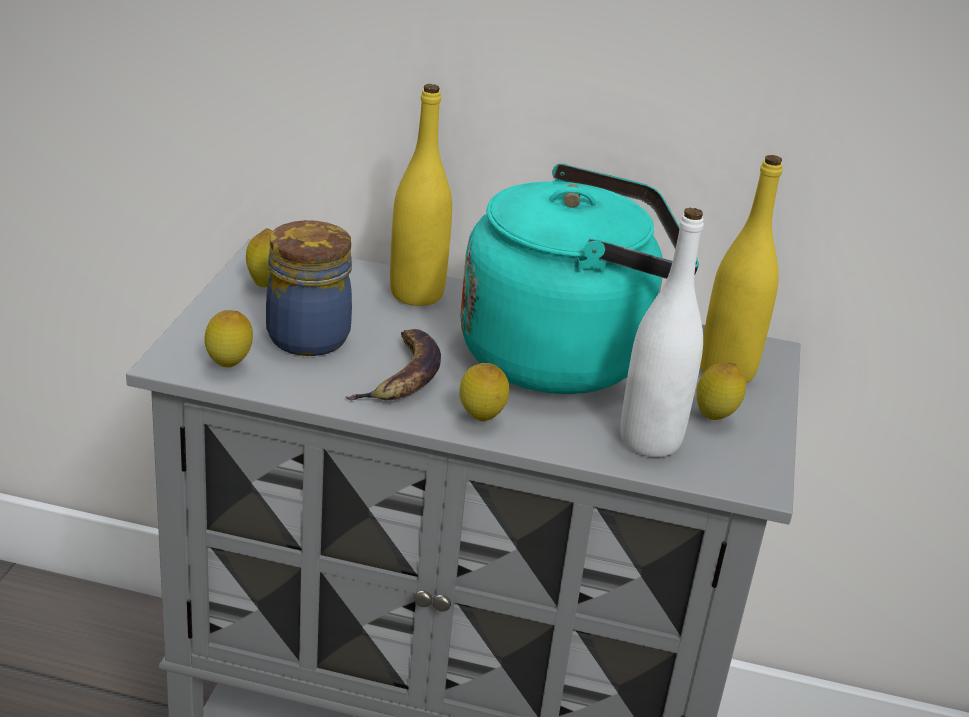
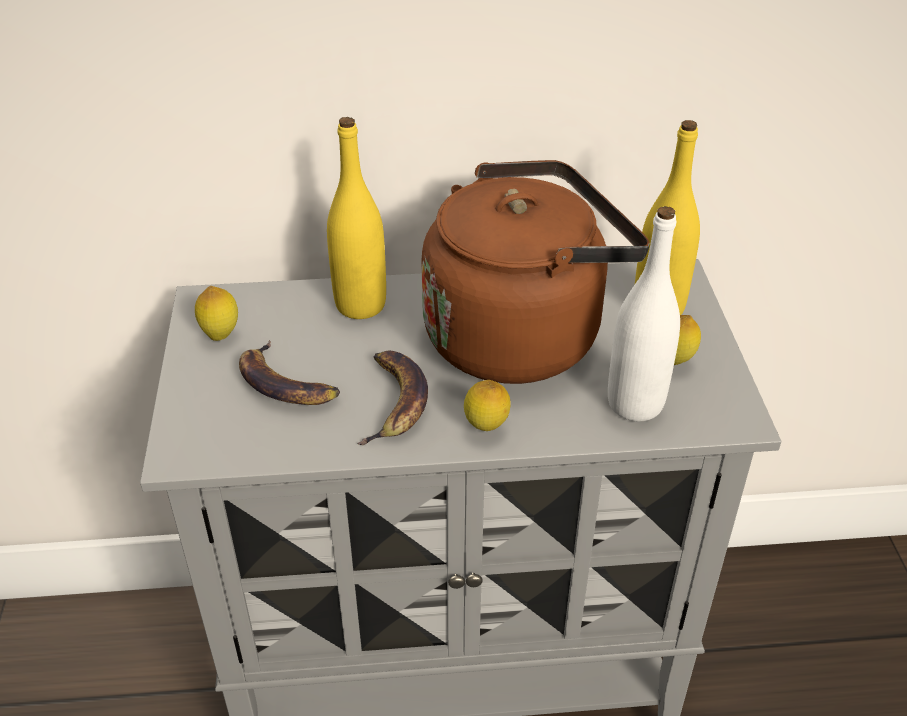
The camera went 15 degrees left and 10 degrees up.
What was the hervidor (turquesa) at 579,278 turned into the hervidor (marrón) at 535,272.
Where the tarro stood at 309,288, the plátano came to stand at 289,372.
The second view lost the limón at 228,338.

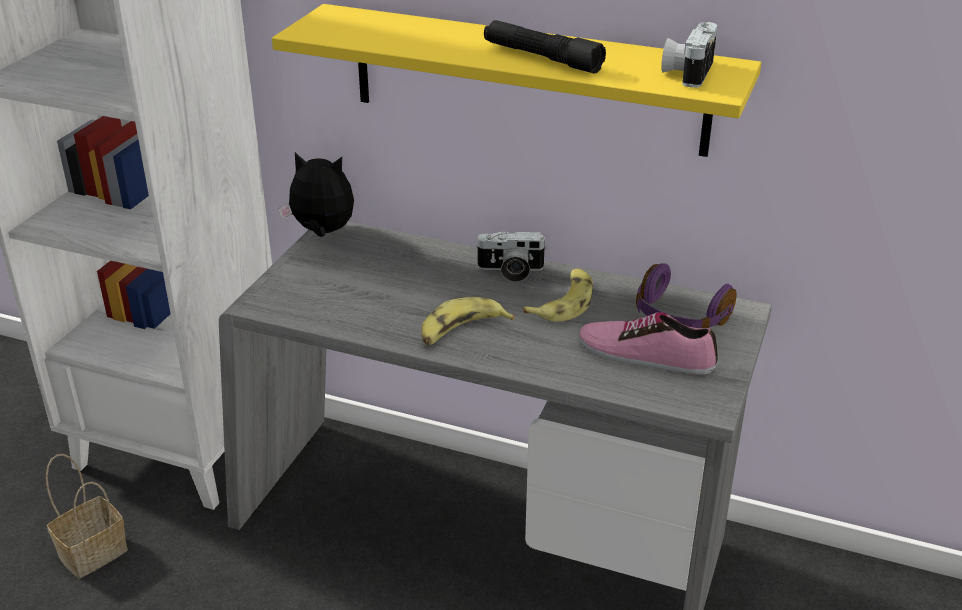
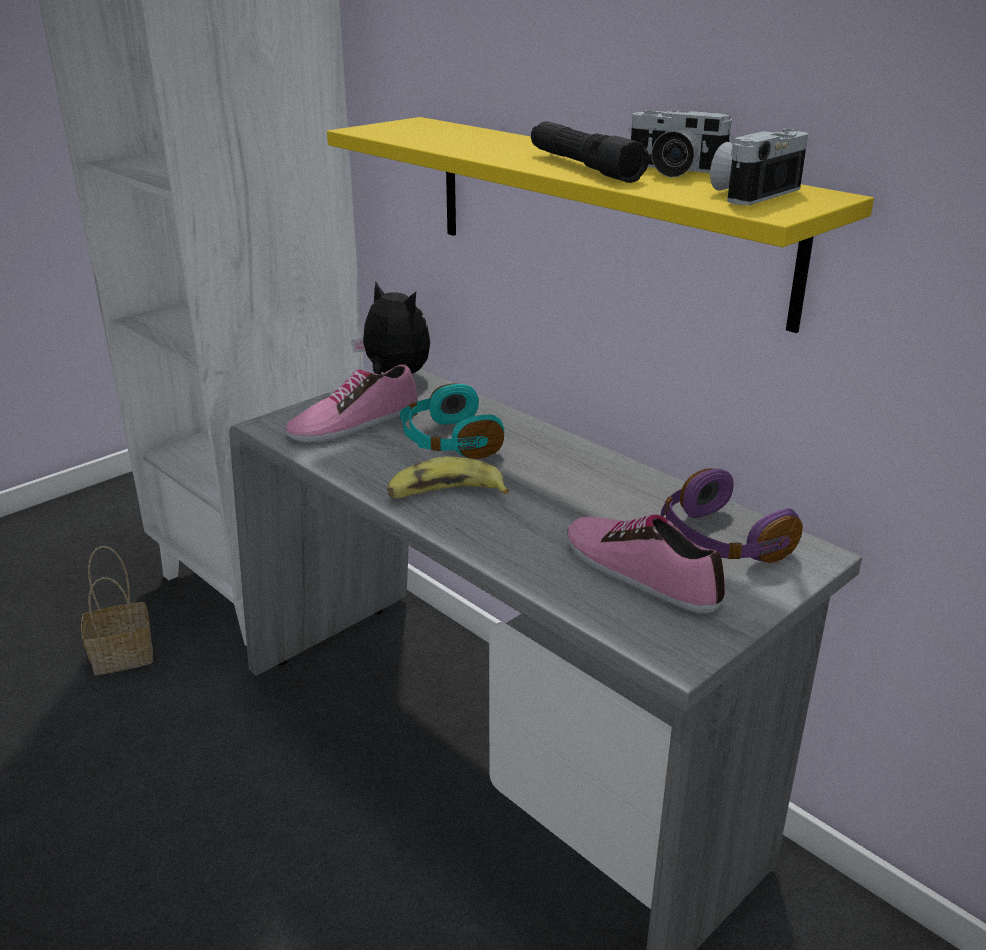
The camera went 25 degrees right and 5 degrees down.
The cámara ended up elsewhere, having gone from 511,256 to 680,143.
The second view lost the plátano at 558,295.
The second view gained the zapato at 352,403.
The second view gained the auriculares (turquesa) at 452,421.

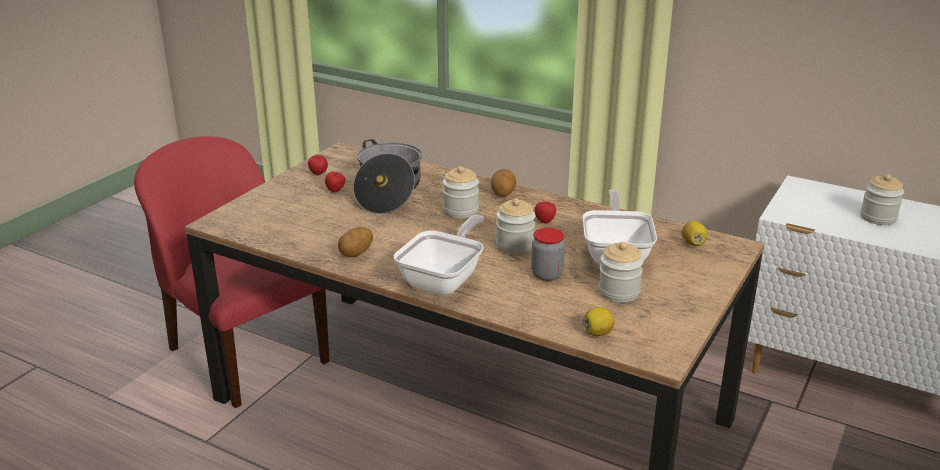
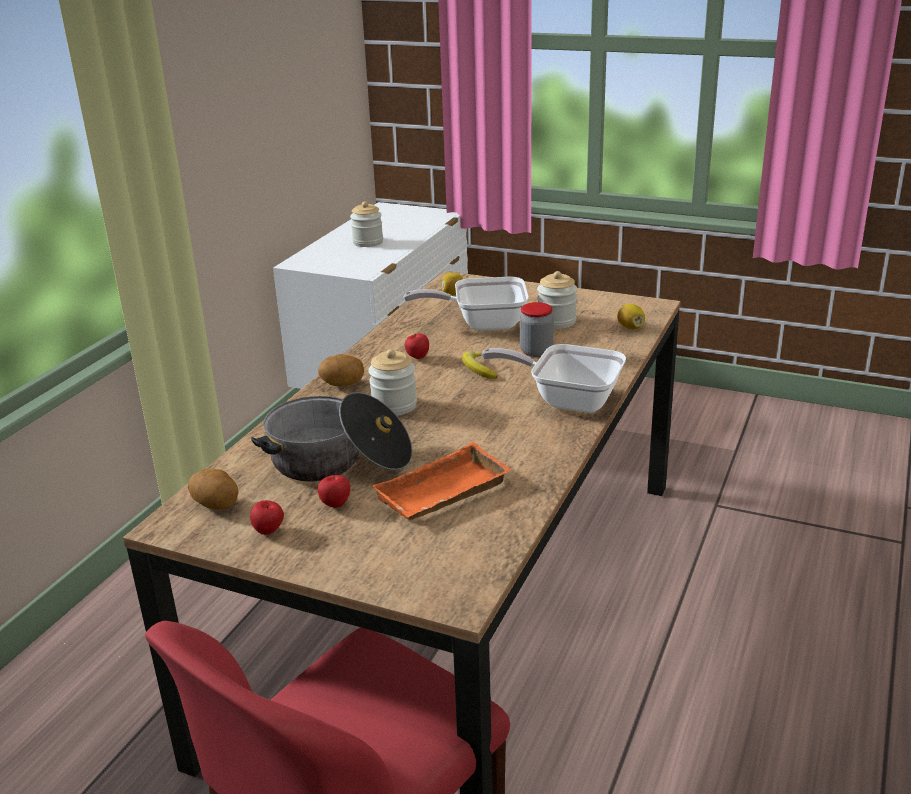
The camera went 95 degrees left and 0 degrees up.
Where the tarro stood at 515,226, the plátano came to stand at 480,365.
The patata ended up elsewhere, having gone from 355,242 to 213,489.
The second view gained the bandeja (naranja) at 442,481.

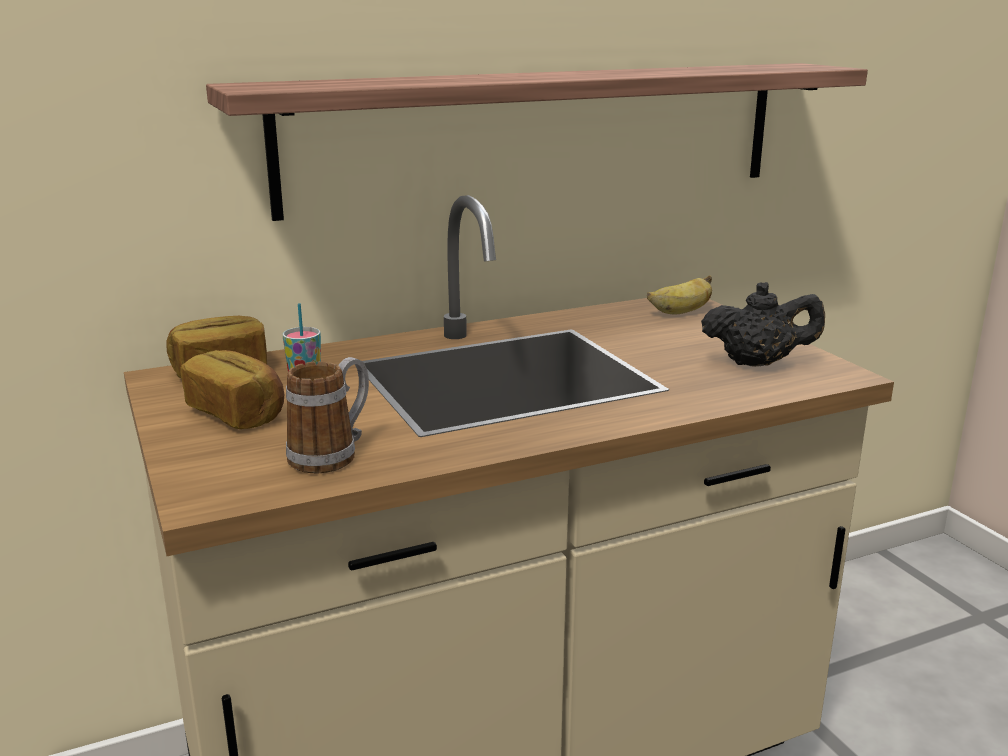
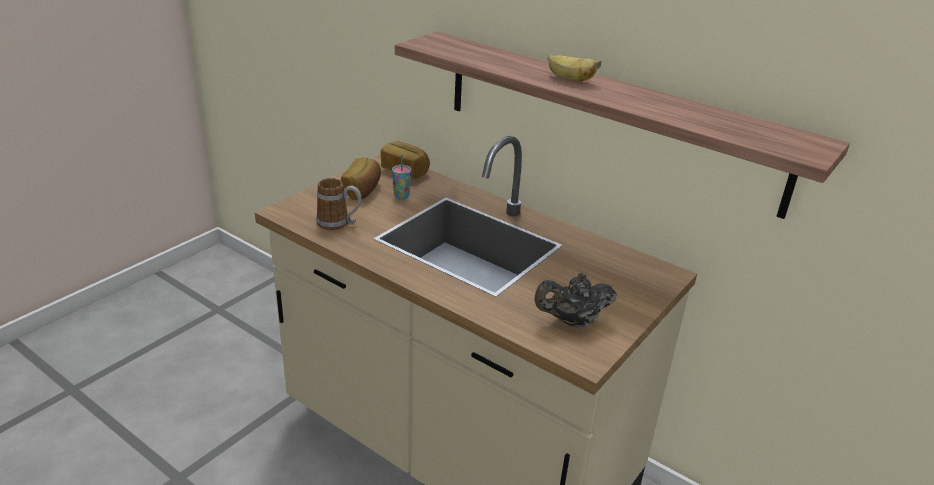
The camera went 60 degrees right and 10 degrees up.
The plátano ended up elsewhere, having gone from 679,295 to 574,67.
The tetera (negro) at 763,324 ended up facing another way, 105 degrees clockwise from before.

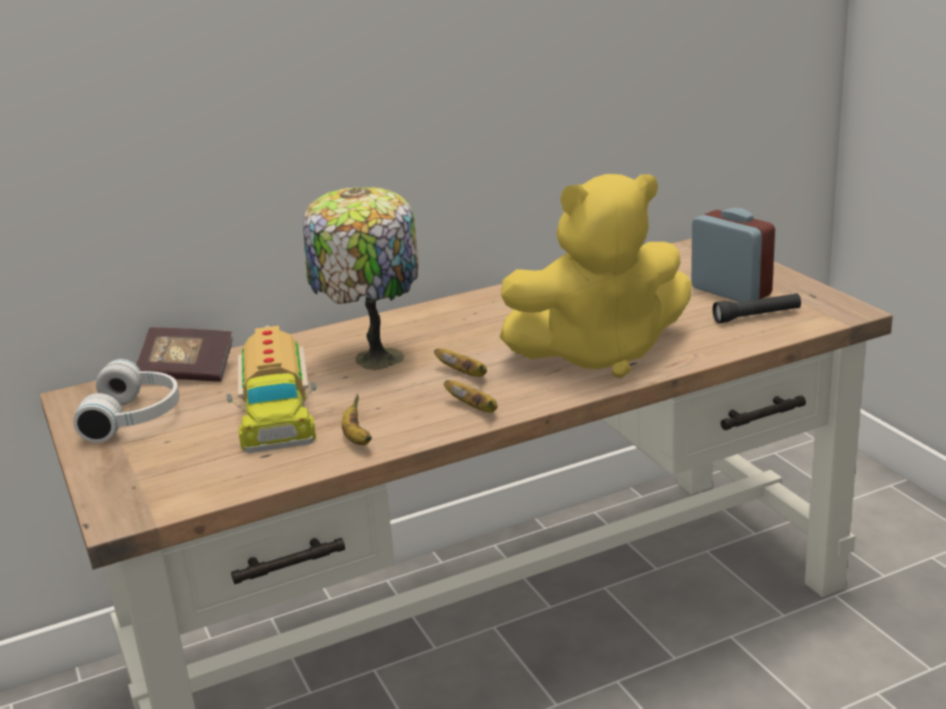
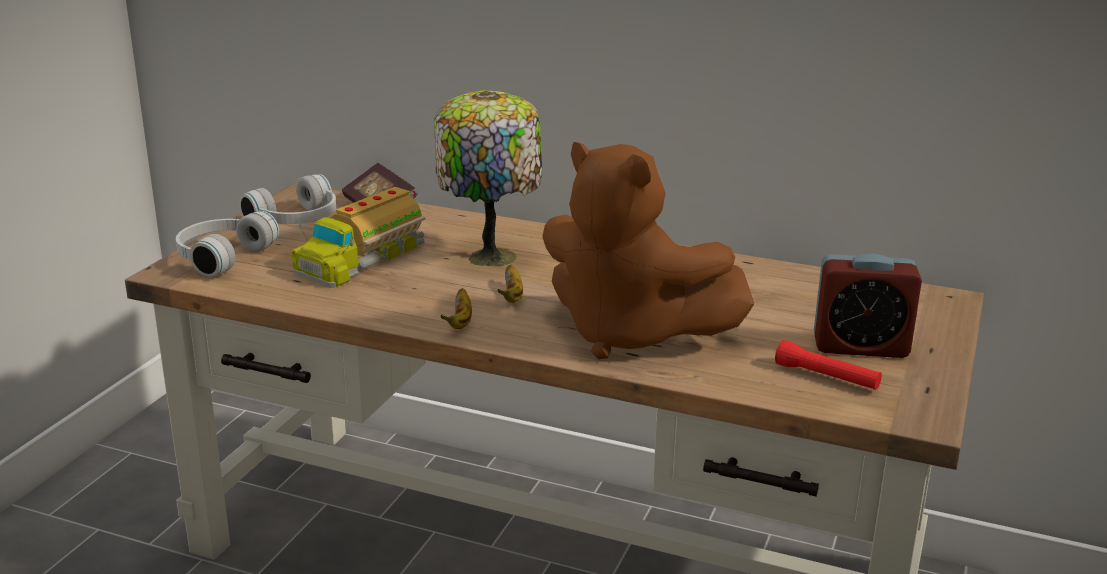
The camera went 45 degrees right and 0 degrees up.
What was the peluche (amarillo) at 596,276 turned into the peluche (marrón) at 648,250.
The despertador at 733,255 ended up facing another way, 90 degrees clockwise from before.
What was the linterna (negro) at 757,308 turned into the linterna (rojo) at 828,365.
The second view lost the plátano at 357,420.
The second view gained the auriculares (blanco) at 227,244.

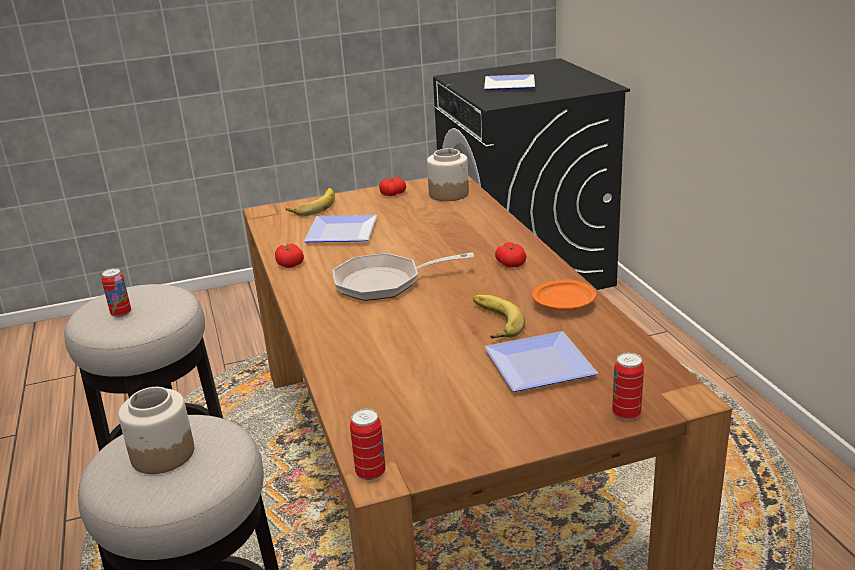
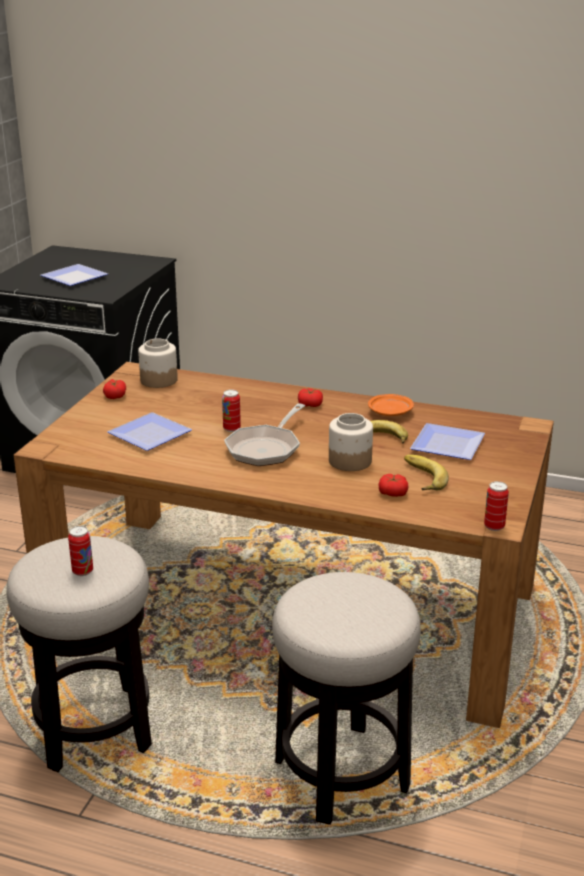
The camera went 55 degrees left and 0 degrees up.
The plátano ended up elsewhere, having gone from 310,202 to 426,472.
The tomate ended up elsewhere, having gone from 289,256 to 393,485.
The lata ended up elsewhere, having gone from 628,386 to 231,410.
The tarro ended up elsewhere, having gone from 156,430 to 351,442.

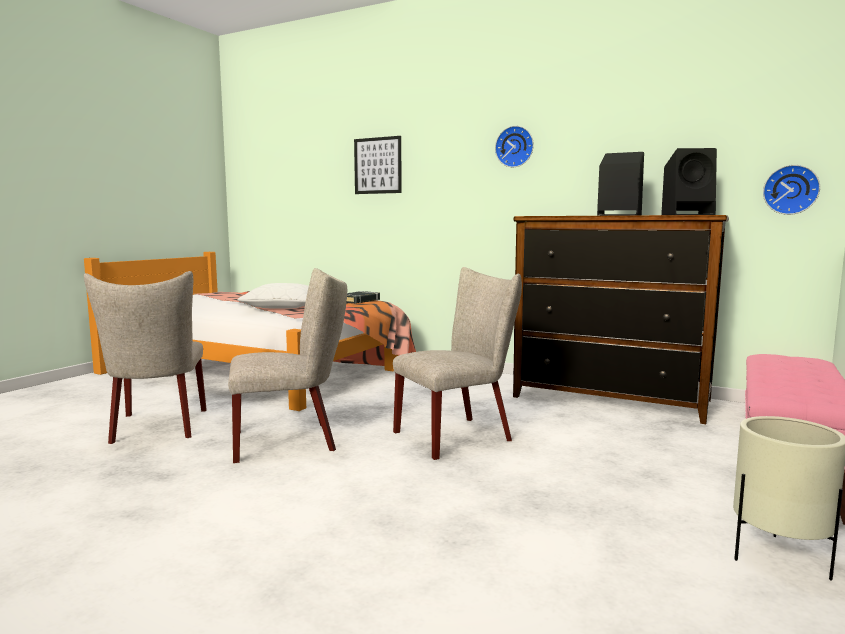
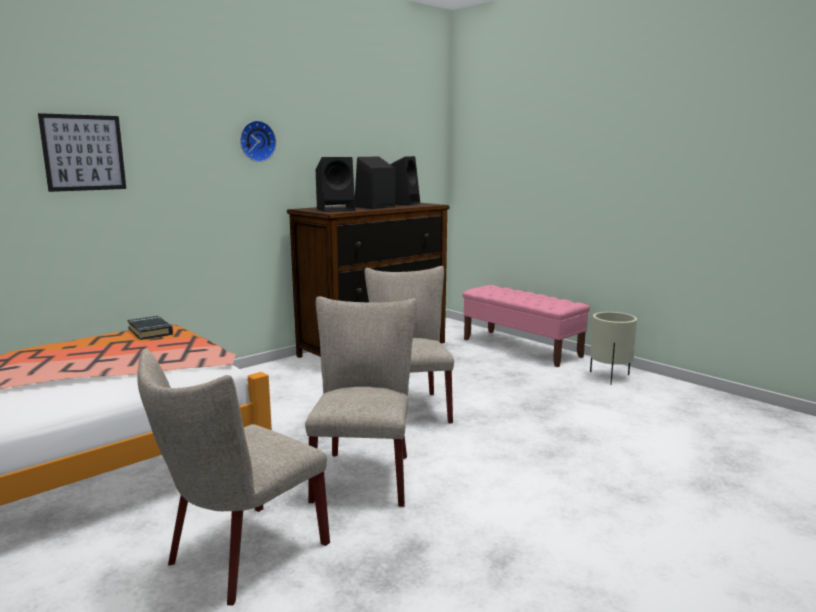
The camera went 70 degrees left and 5 degrees up.
The second view lost the reloj de pared at 791,190.
The silla (beis) at 145,357 ended up facing another way, 120 degrees clockwise from before.
The second view lost the cojín (blanco) at 273,296.
The second view gained the altavoz (negro) at 335,184.

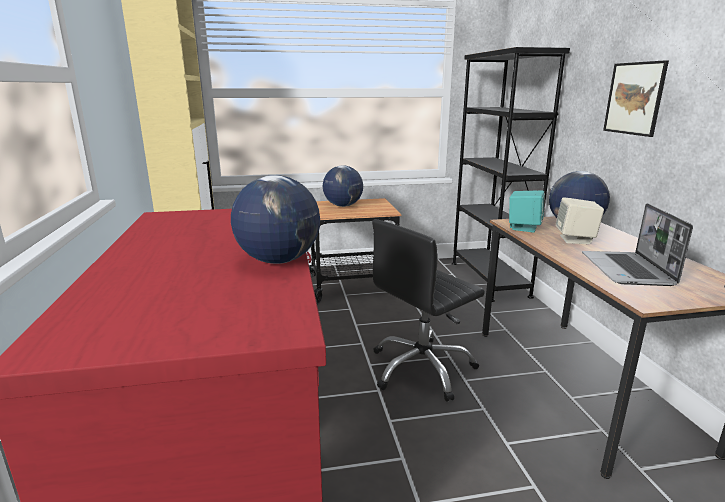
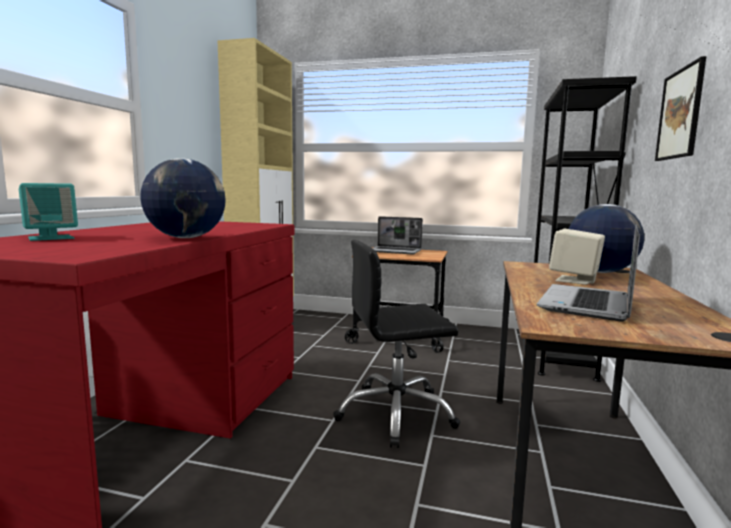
The camera went 25 degrees right and 10 degrees down.
Where the globo terráqueo stood at 343,186, the portátil came to stand at 398,235.
The altavoz (turquesa) ended up elsewhere, having gone from 527,212 to 48,212.

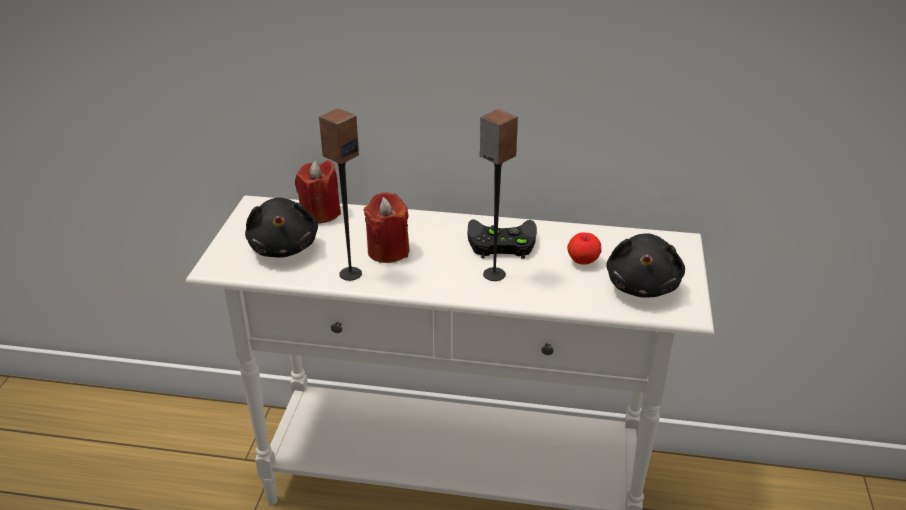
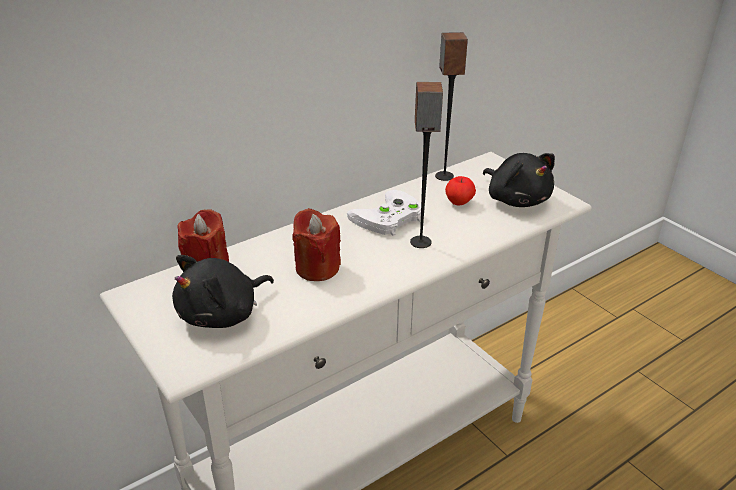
The camera went 45 degrees left and 0 degrees up.
The altavoz ended up elsewhere, having gone from 340,195 to 451,106.
The peluche (negro) at 281,227 ended up facing another way, 105 degrees clockwise from before.
What was the mando de consola (negro) at 502,239 turned into the mando de consola (blanco) at 384,213.

